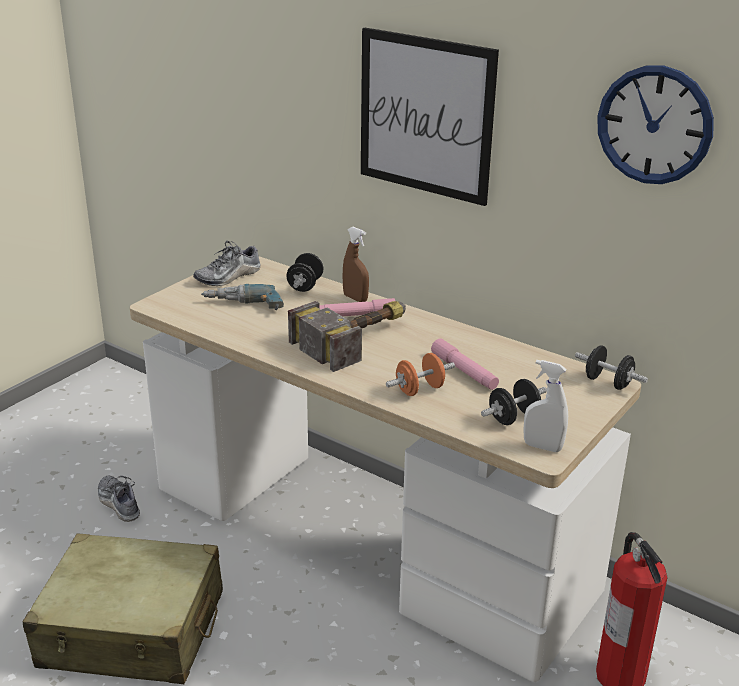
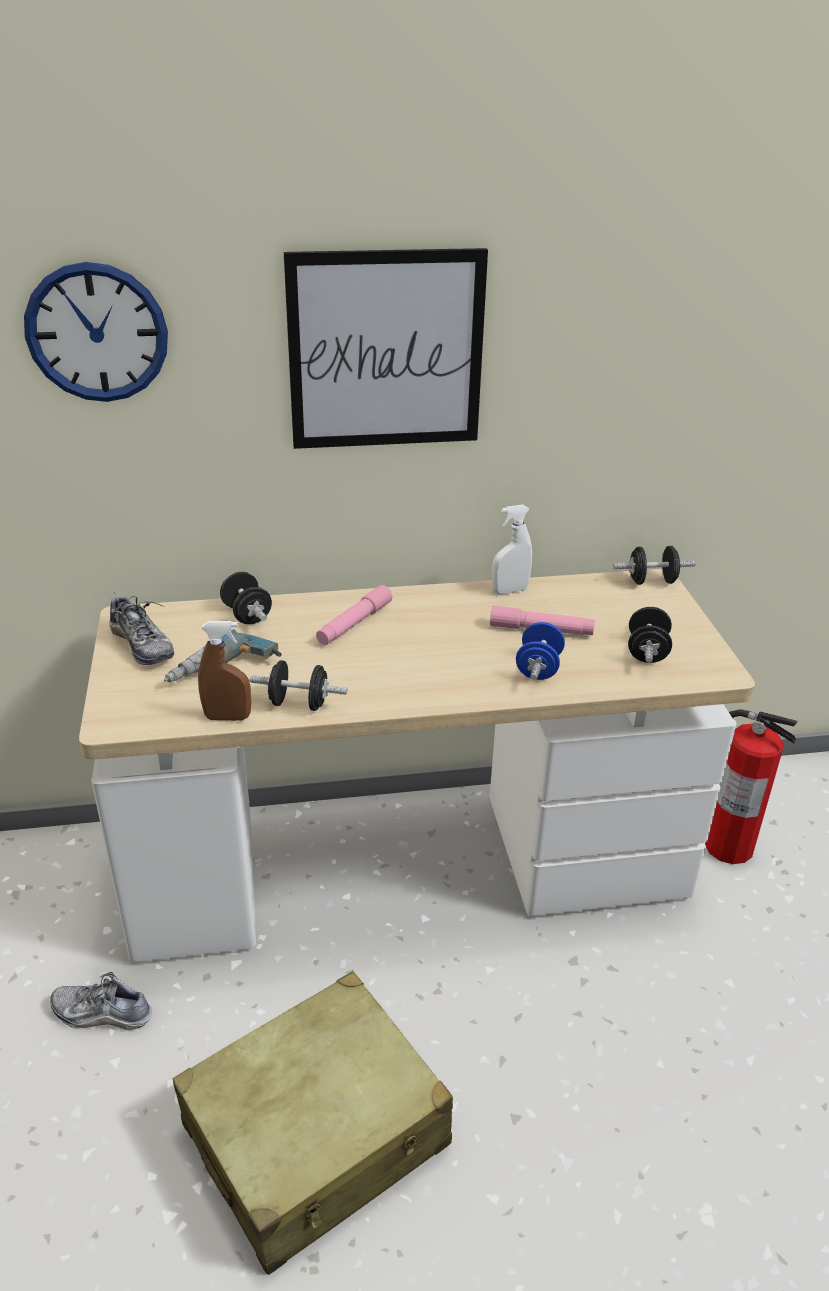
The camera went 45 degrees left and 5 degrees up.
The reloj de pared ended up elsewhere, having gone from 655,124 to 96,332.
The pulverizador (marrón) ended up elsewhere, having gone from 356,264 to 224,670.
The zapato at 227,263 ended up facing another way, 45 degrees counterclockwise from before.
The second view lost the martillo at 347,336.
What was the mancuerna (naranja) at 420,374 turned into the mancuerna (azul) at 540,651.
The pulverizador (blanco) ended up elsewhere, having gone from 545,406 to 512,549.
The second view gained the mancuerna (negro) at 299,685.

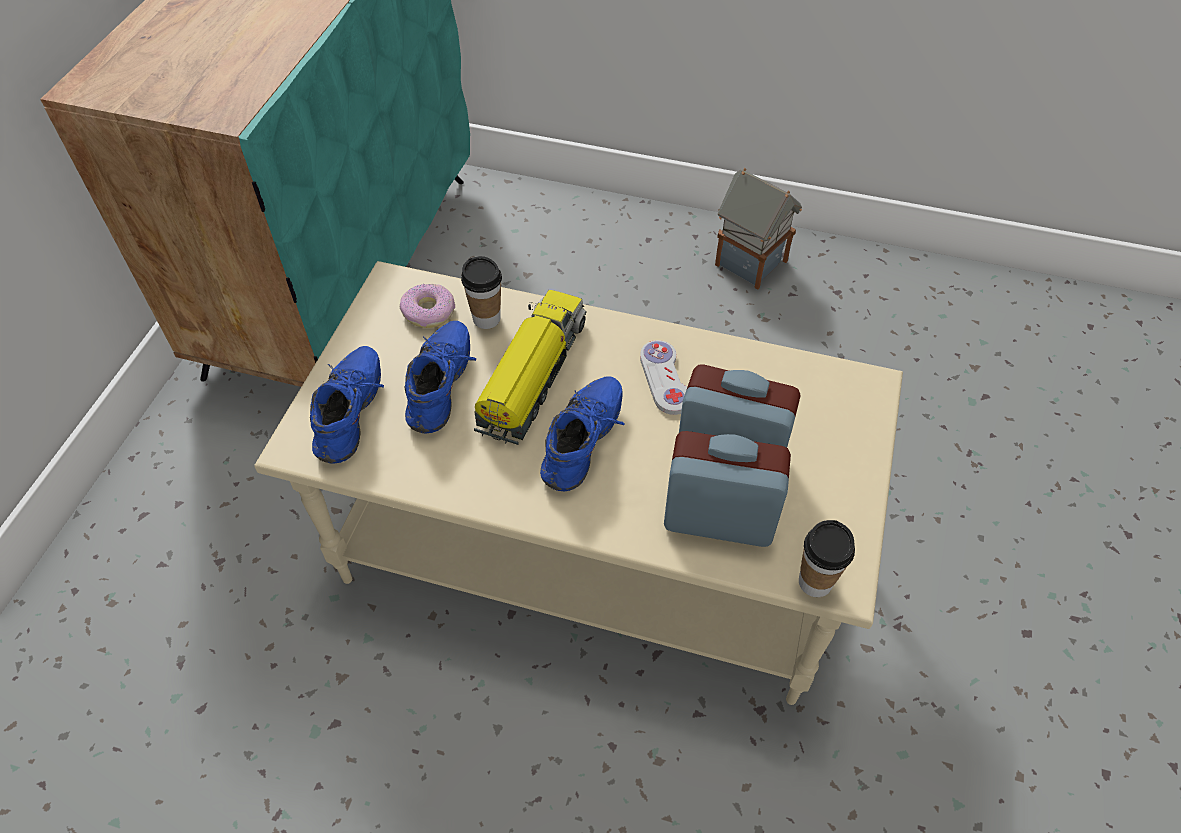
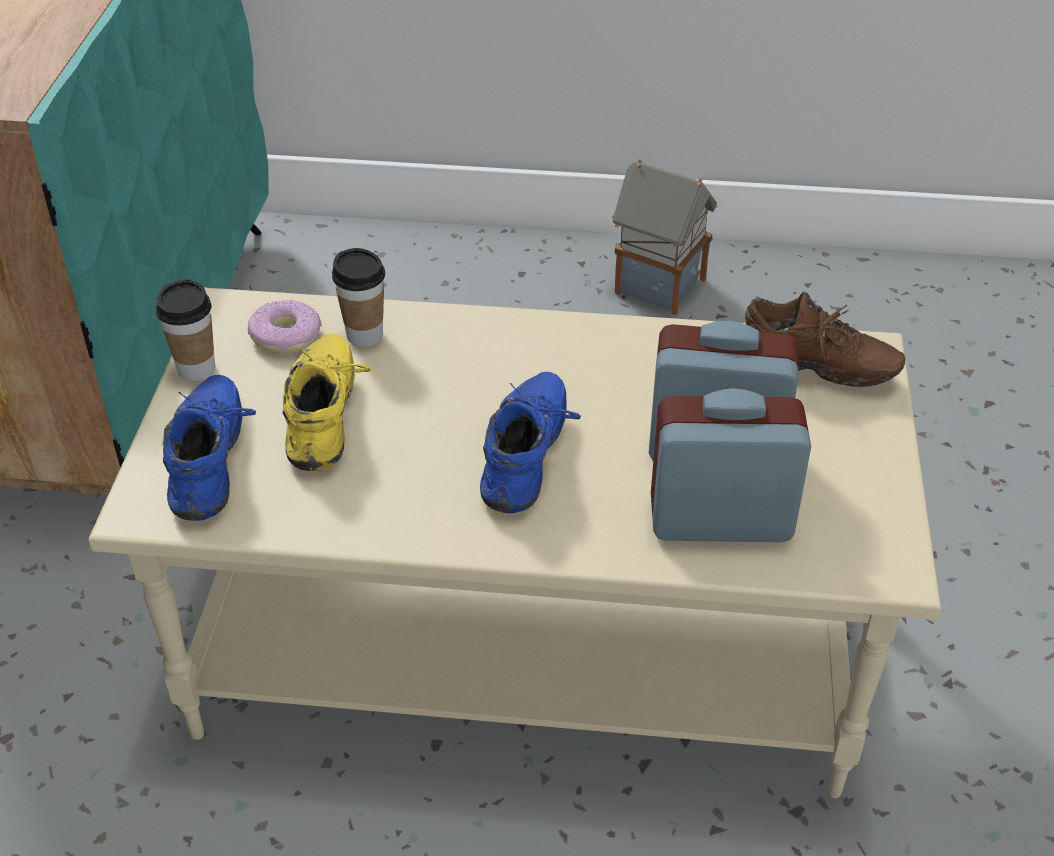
The camera went 10 degrees left and 10 degrees down.
The second view lost the camión de juguete at 530,367.
What was the zapato (azul) at 440,377 turned into the zapato (amarillo) at 327,402.
The second view lost the mando de consola (blanco) at 663,377.
The taza ended up elsewhere, having gone from 827,558 to 185,330.
The second view gained the zapato (marrón) at 825,339.

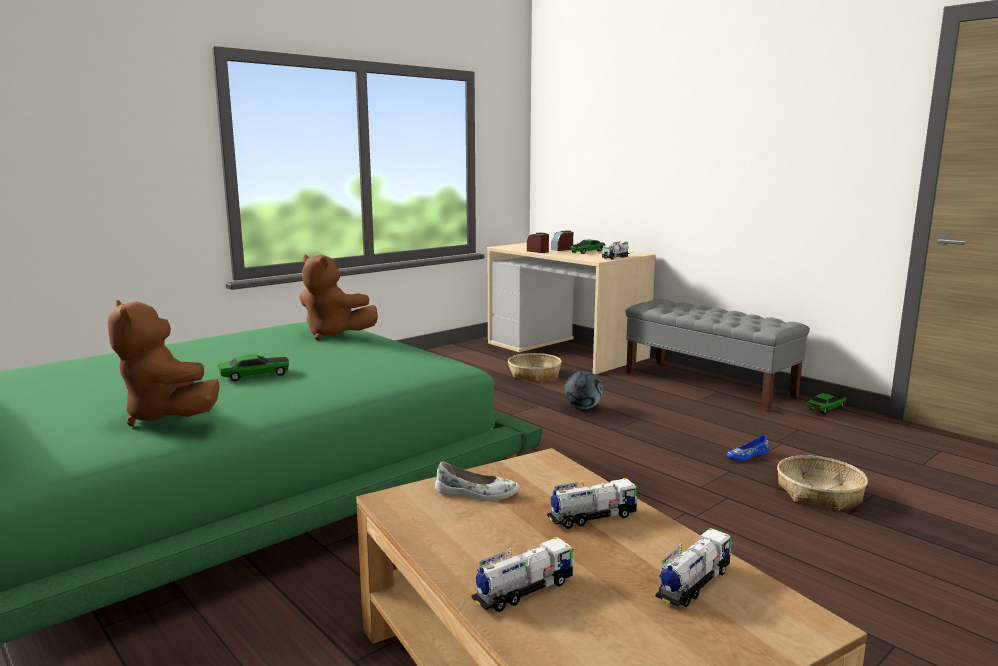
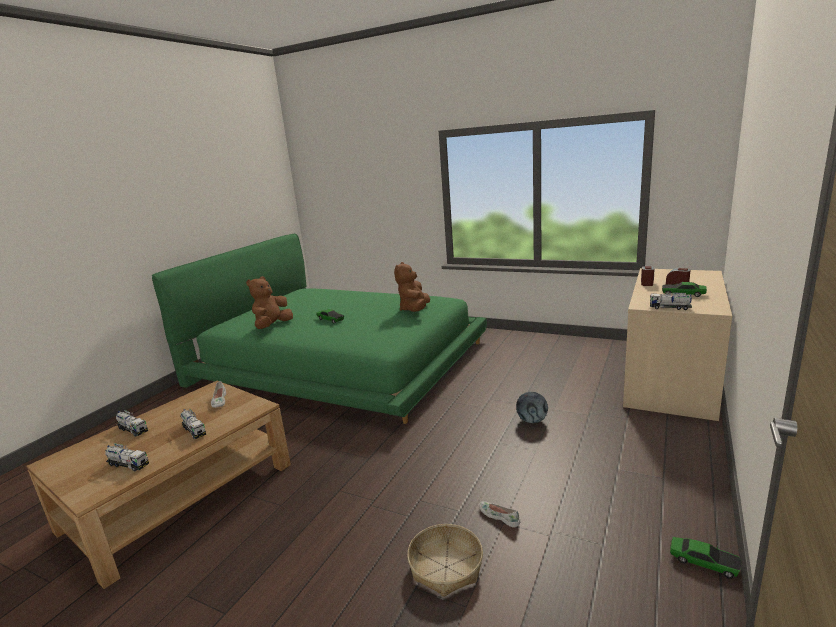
The camera went 70 degrees right and 5 degrees up.
The second view lost the banco (gris) at 717,355.
The second view lost the cesta at 535,367.
What was the zapato (azul) at 747,448 turned into the zapato (blanco) at 499,514.

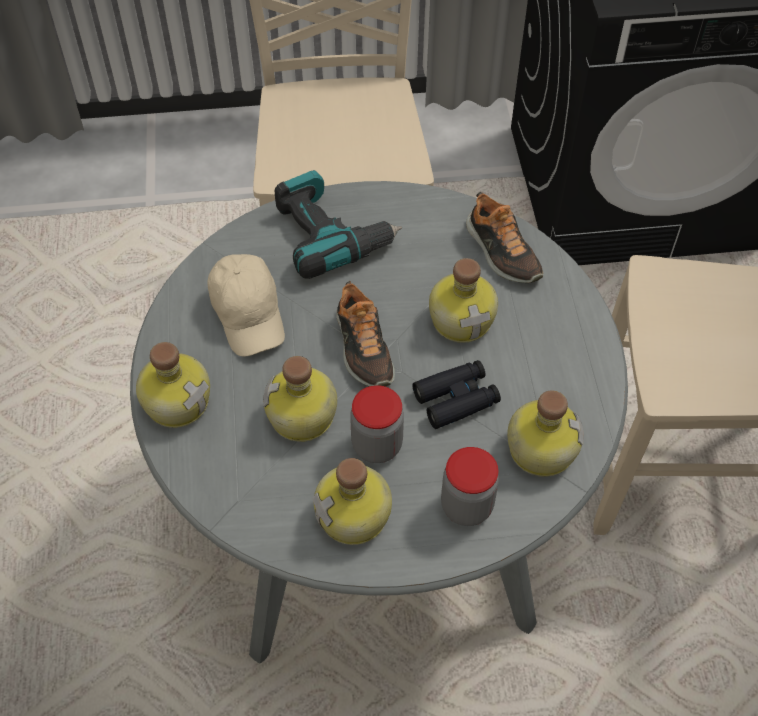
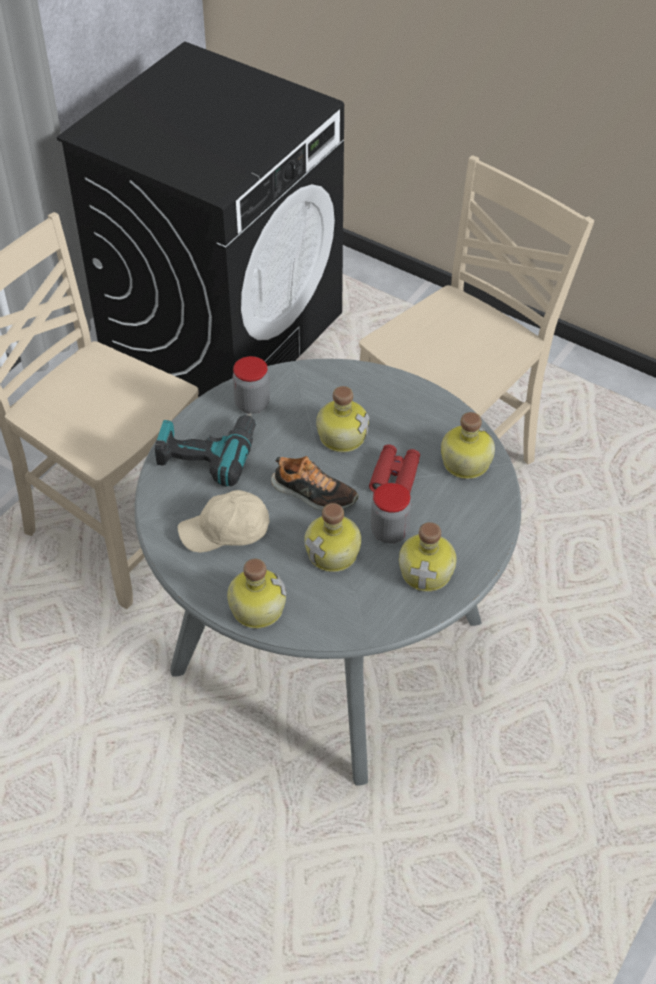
The camera went 50 degrees left and 5 degrees down.
The second view lost the zapato at 505,237.
The gorra (beis) at 246,305 ended up facing another way, 150 degrees clockwise from before.
What was the prismáticos (negro) at 456,394 turned into the prismáticos (rojo) at 394,468.
The tarro ended up elsewhere, having gone from 470,486 to 251,385.

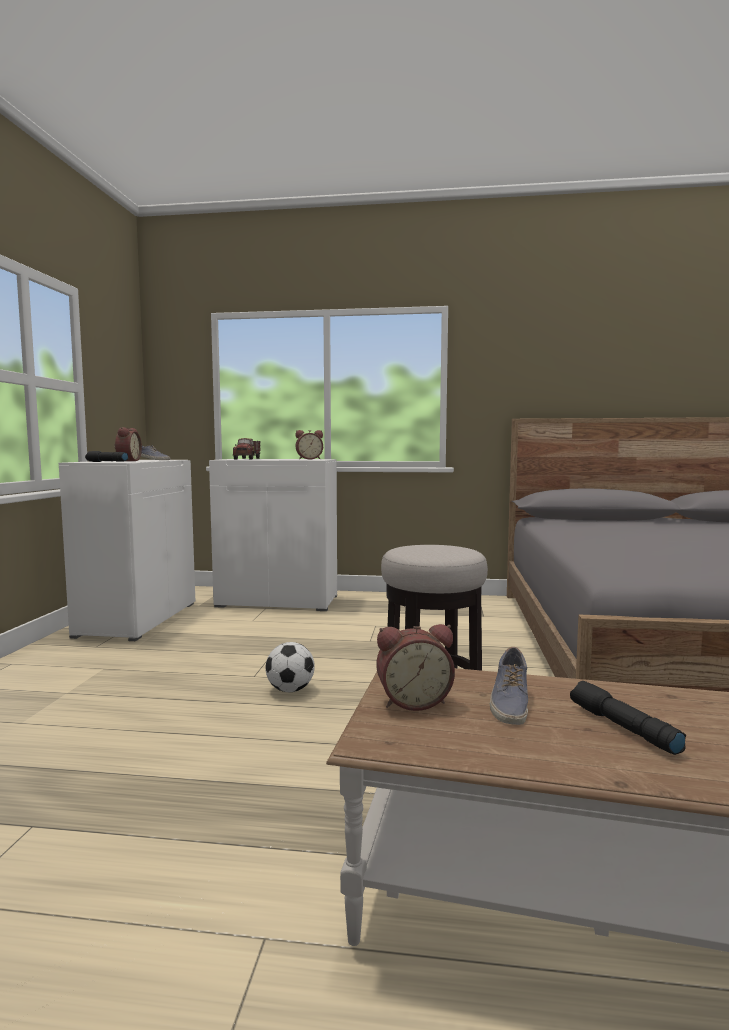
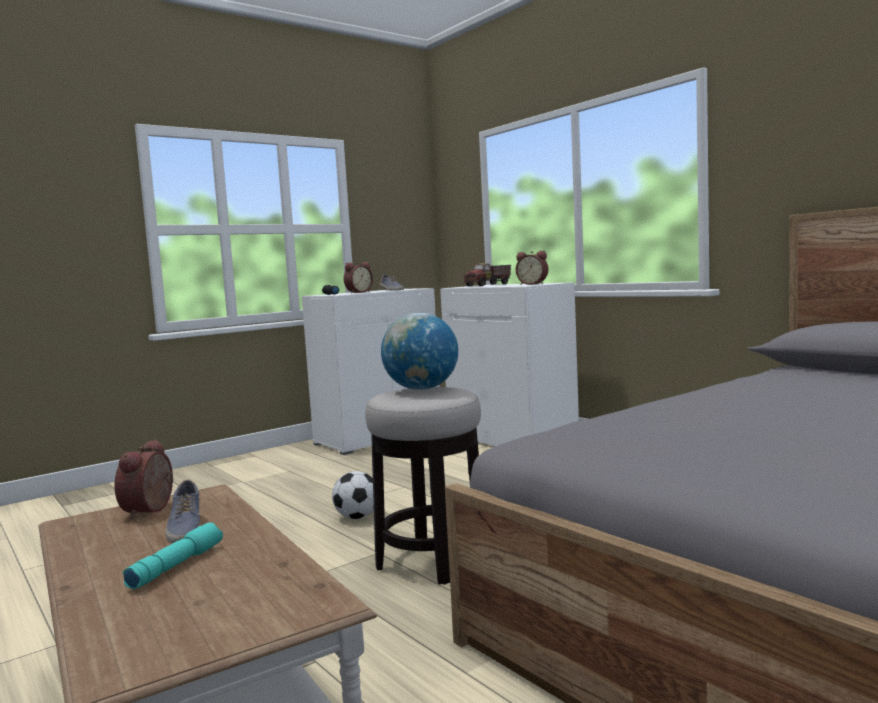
The camera went 45 degrees right and 0 degrees up.
The despertador at 415,667 ended up facing another way, 60 degrees clockwise from before.
The zapato at 509,686 ended up facing another way, 75 degrees counterclockwise from before.
What was the linterna (negro) at 628,718 turned into the linterna (turquesa) at 173,555.
The second view gained the globo terráqueo at 419,351.

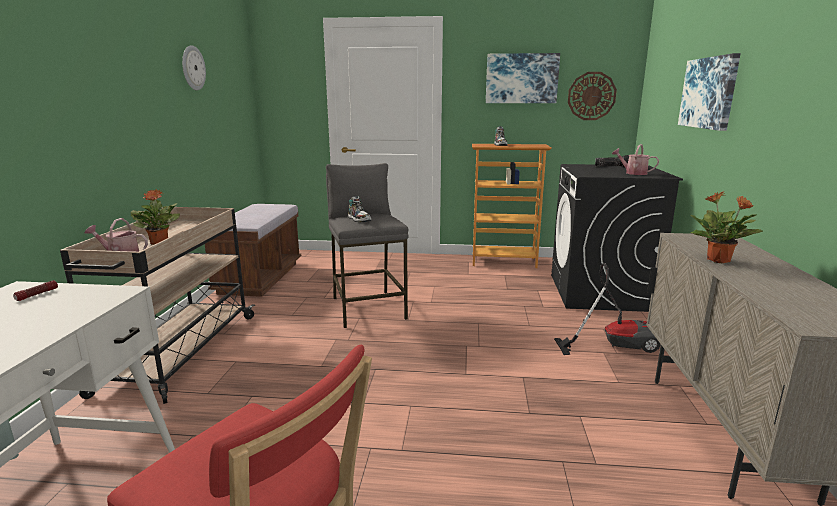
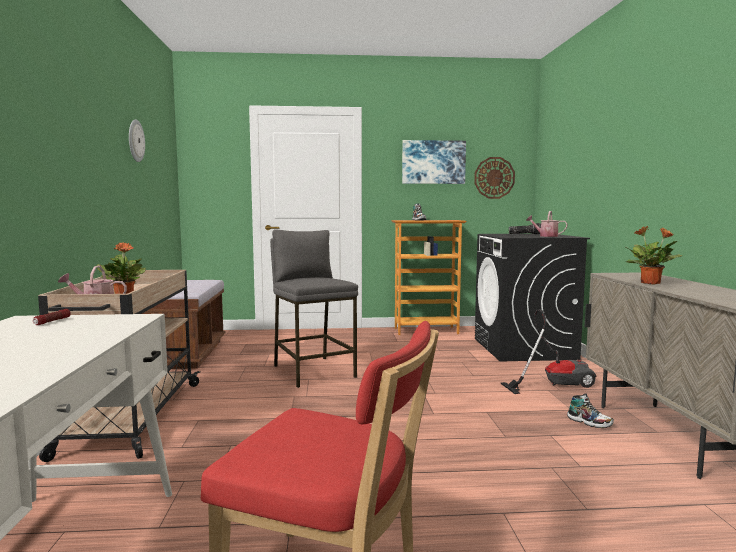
The camera went 10 degrees left and 10 degrees down.
The second view lost the cuadro at 709,92.
The zapato ended up elsewhere, having gone from 359,209 to 590,410.

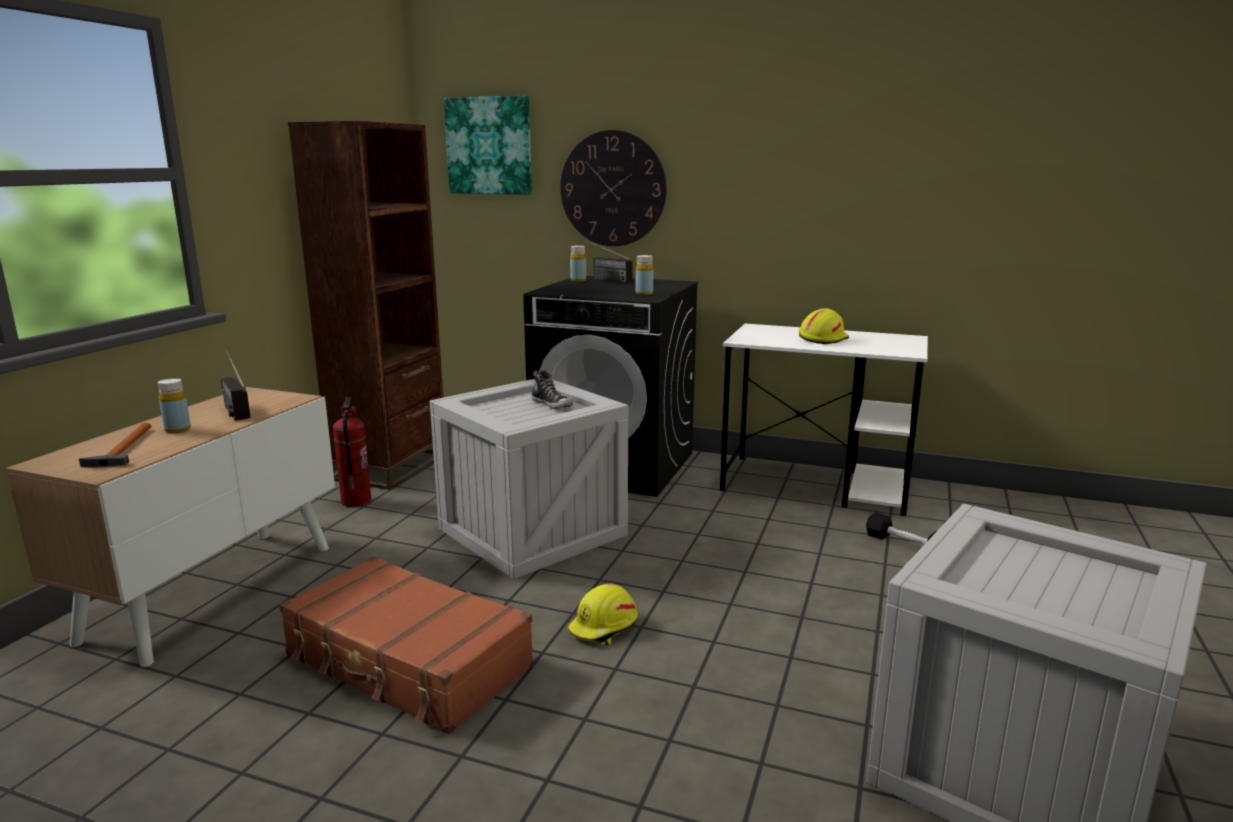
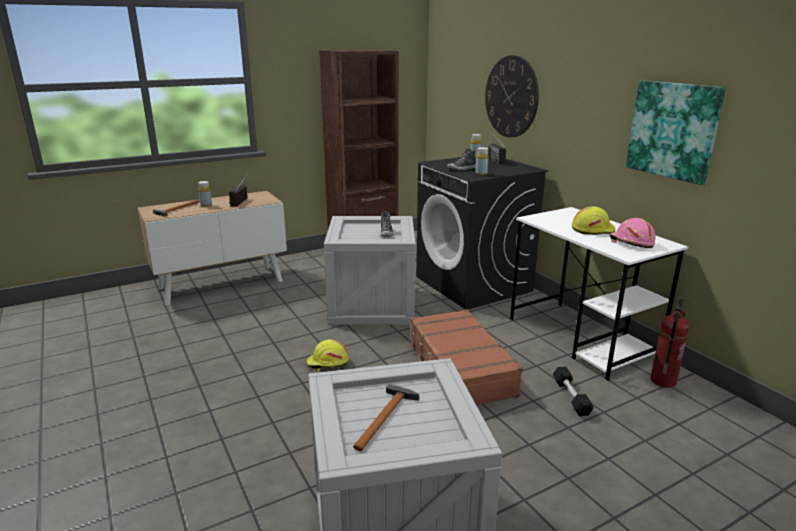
The camera went 40 degrees right and 5 degrees up.
The cuadro ended up elsewhere, having gone from 488,145 to 676,132.
The extintor ended up elsewhere, having gone from 352,452 to 670,343.
The maleta (marrón) ended up elsewhere, having gone from 406,645 to 466,357.
The second view gained the zapato at 461,159.
The second view gained the casco (rosa) at 632,233.
The second view gained the martillo at 386,417.

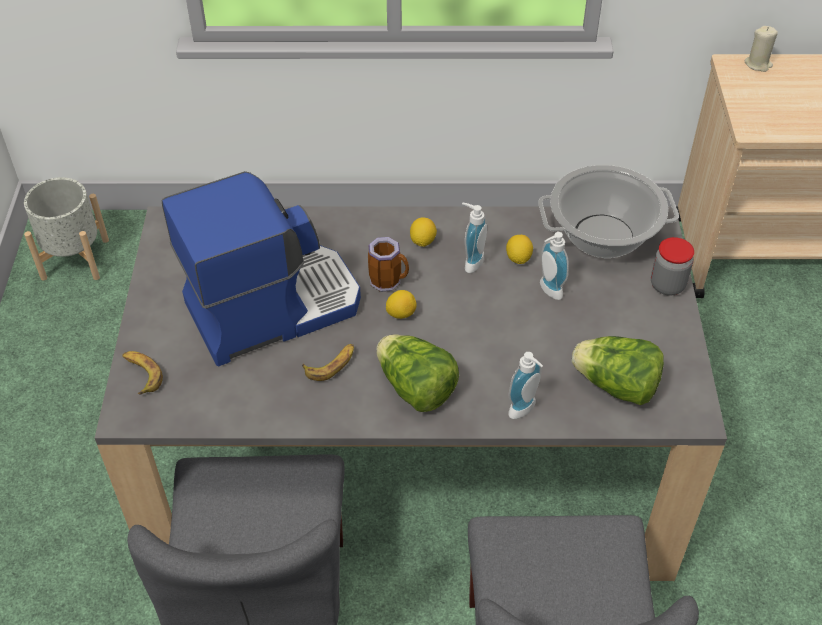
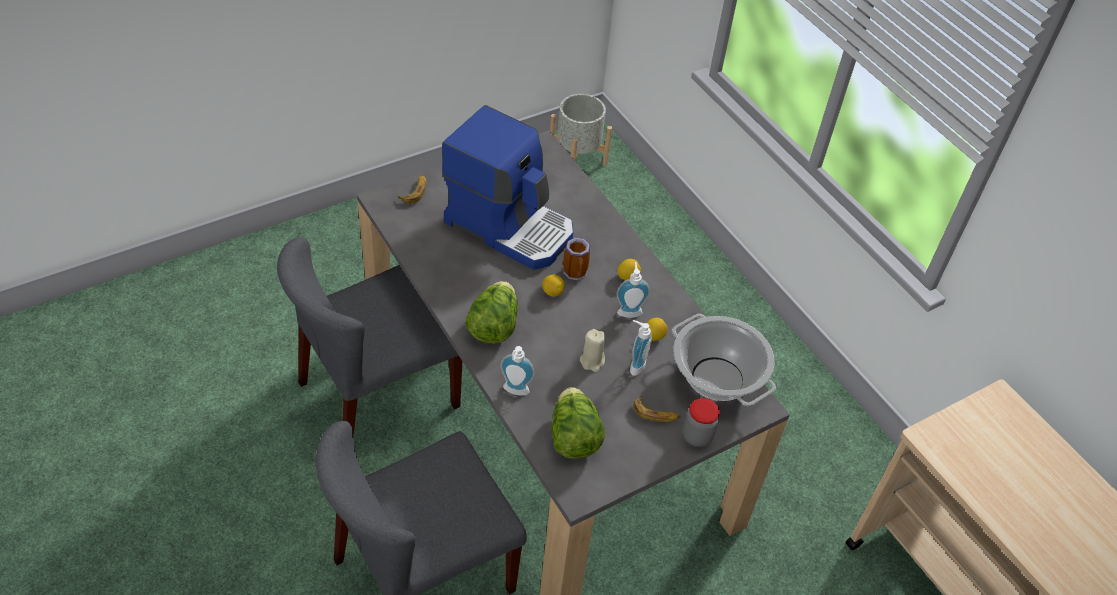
The camera went 55 degrees right and 0 degrees up.
The vela (beis) ended up elsewhere, having gone from 761,49 to 592,350.
The plátano ended up elsewhere, having gone from 328,362 to 656,409.

